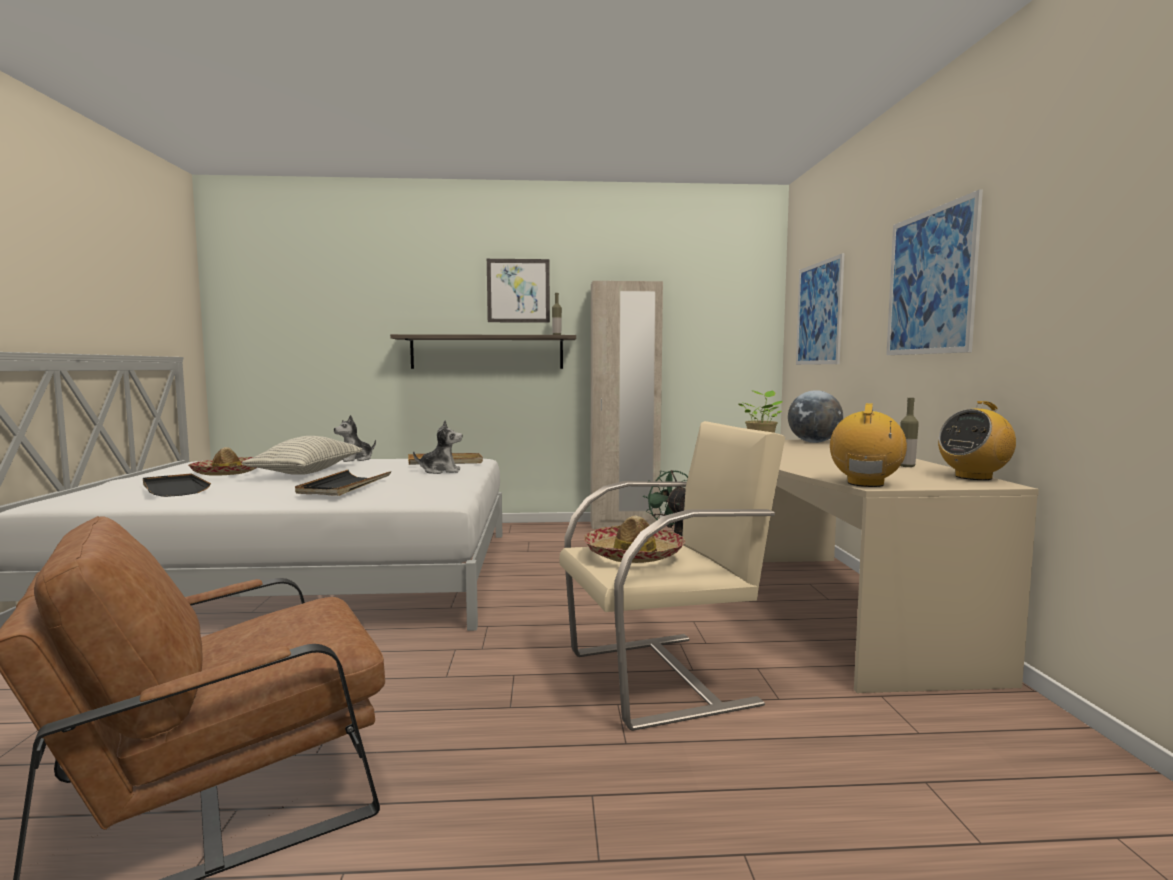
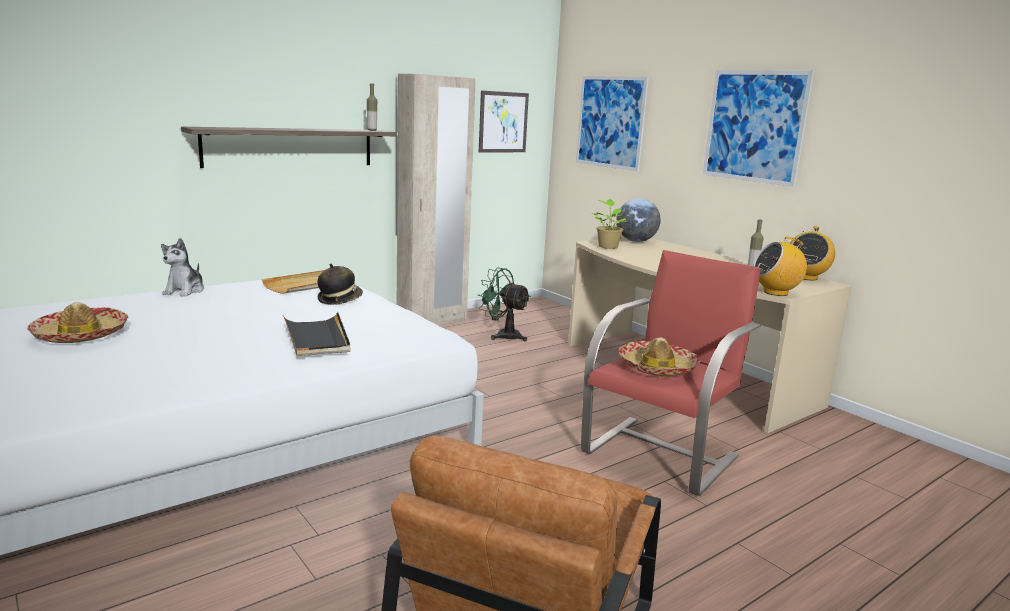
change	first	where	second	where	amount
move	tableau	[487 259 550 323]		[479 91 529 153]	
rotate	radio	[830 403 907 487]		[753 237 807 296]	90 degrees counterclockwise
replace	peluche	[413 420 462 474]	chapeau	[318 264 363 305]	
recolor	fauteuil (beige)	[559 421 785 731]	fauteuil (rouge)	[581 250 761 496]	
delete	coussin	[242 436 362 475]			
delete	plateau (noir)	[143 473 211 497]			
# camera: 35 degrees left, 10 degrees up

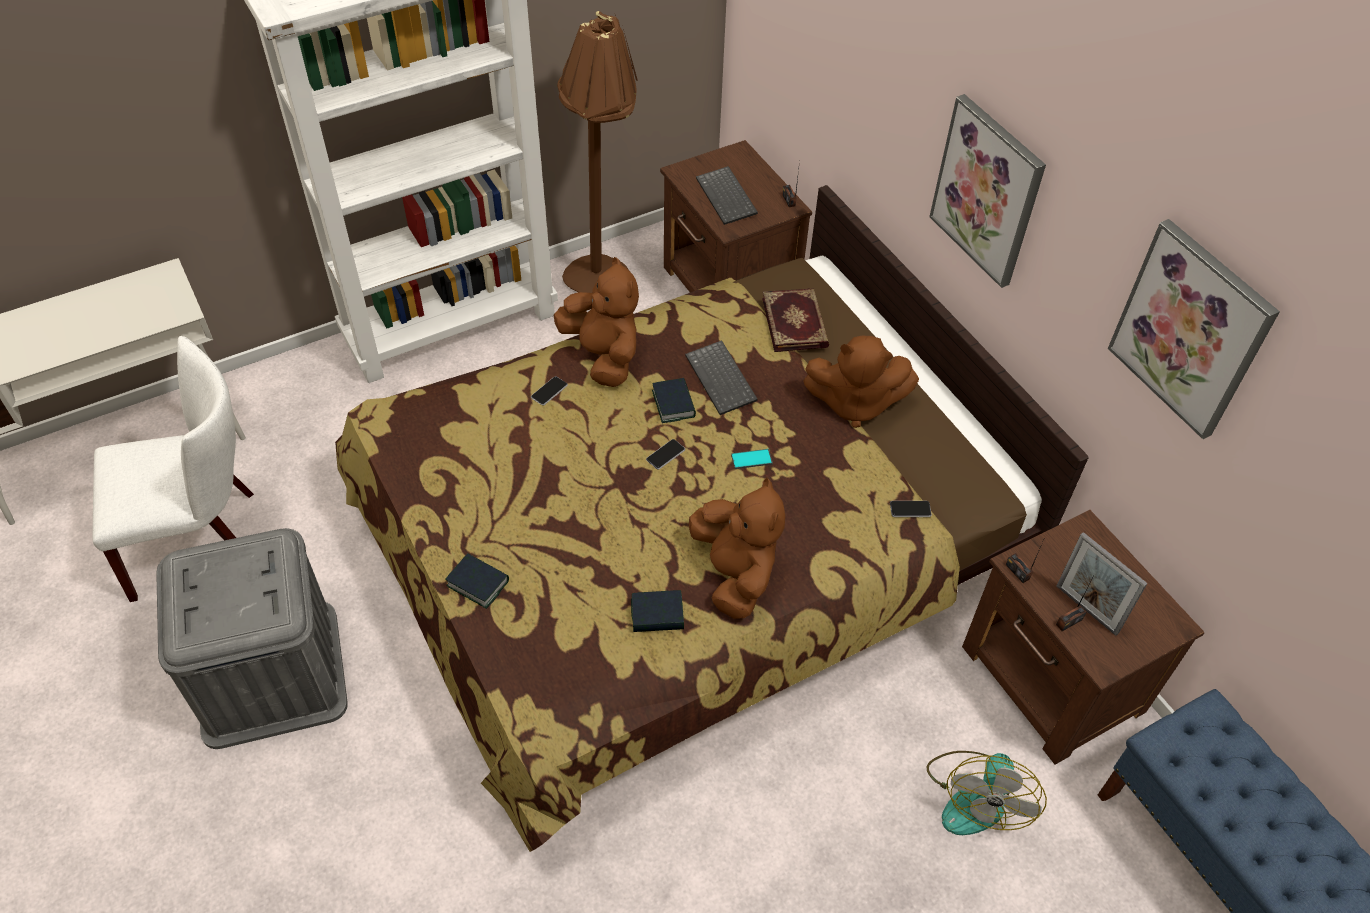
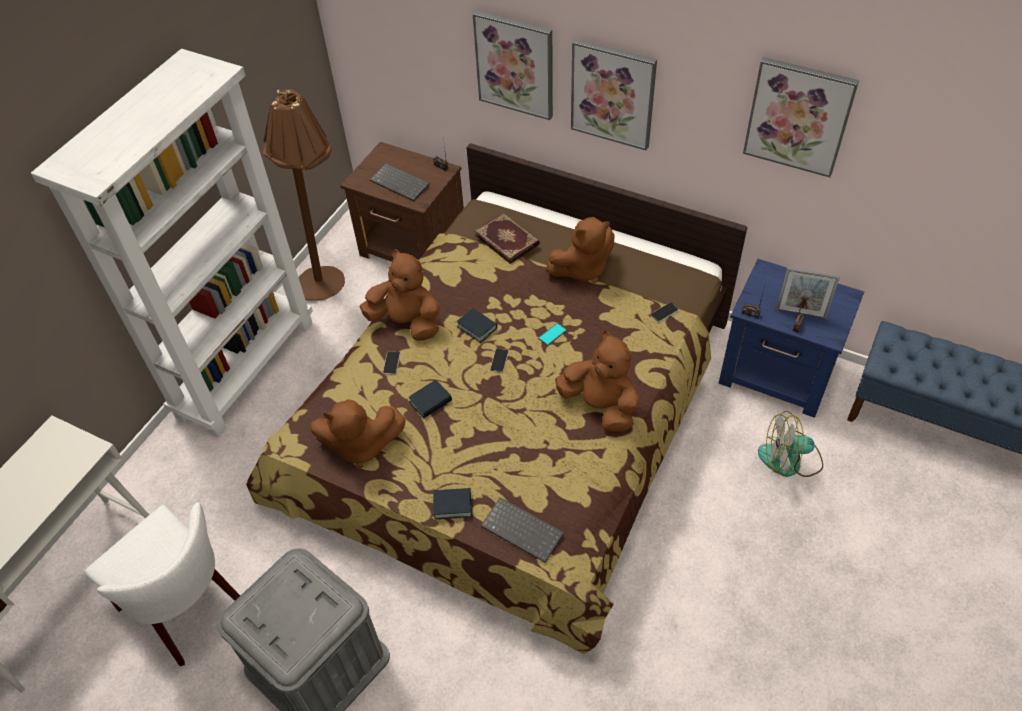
change	first	where	second	where	amount
rotate	chaise (blanc)	[93 336 254 602]		[85 502 240 666]	90 degrees clockwise
move	clavier	[685 340 758 415]		[481 497 564 563]	
recolor	table de chevet (marron)	[962 510 1205 765]	table de chevet (bleu)	[719 259 864 418]	
move	livre	[631 590 684 632]		[409 380 452 418]	
rotate	ventilateur	[927 751 1047 835]		[758 411 823 477]	105 degrees clockwise
insert			tableau	[473 11 553 120]	
insert			peluche (marron)	[310 399 406 468]	
# camera: 30 degrees left, 0 degrees up

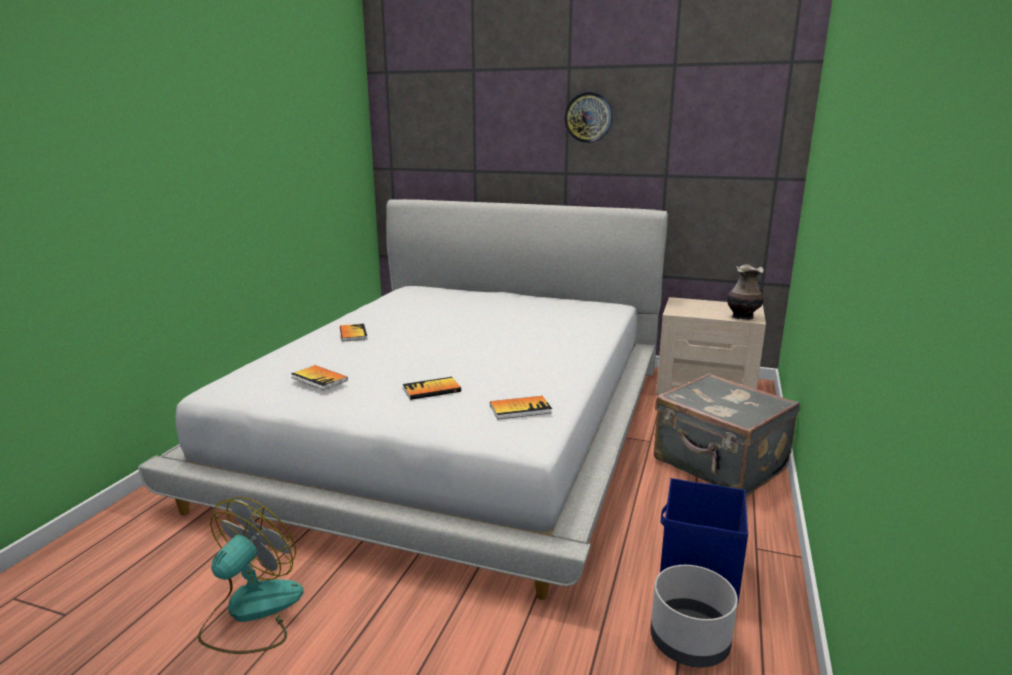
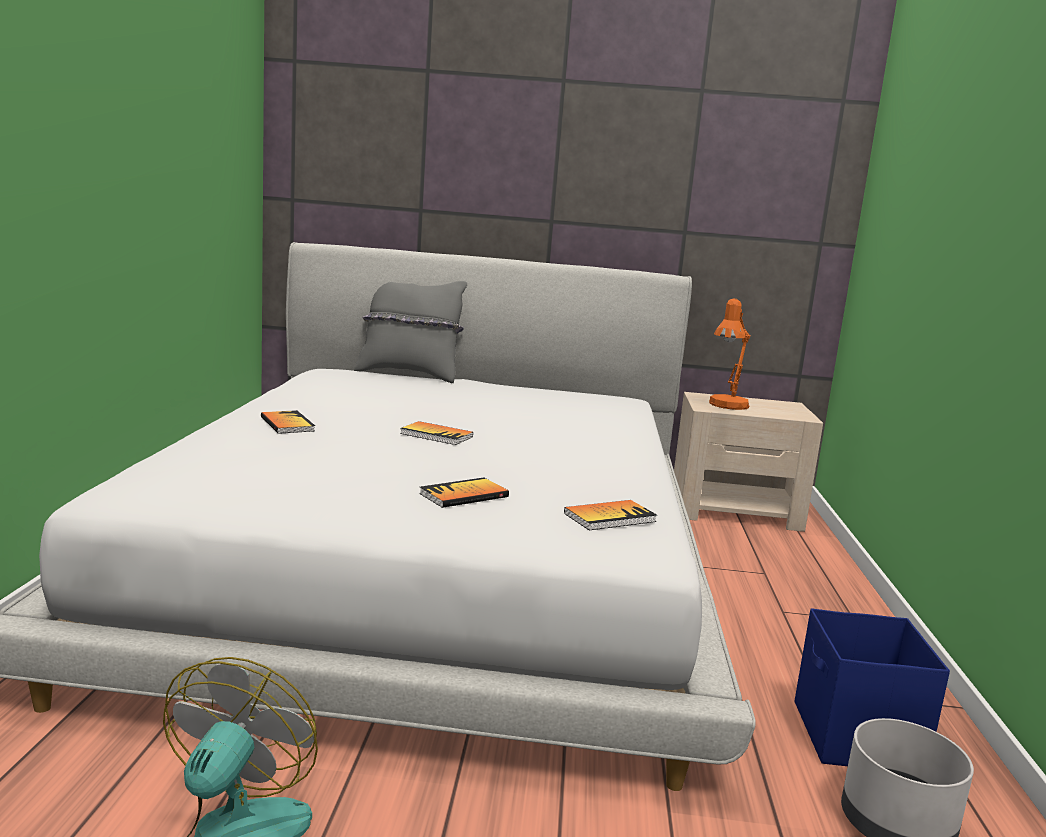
change	first	where	second	where	amount
delete	horloge murale	[564 92 613 143]			
delete	vase	[727 264 764 320]			
move	livre	[291 365 348 390]		[400 421 473 445]	
delete	valise (gris)	[654 373 800 497]			
insert			coussin (gris)	[354 281 467 383]	
insert			lampe de table (orange)	[709 298 750 410]	
# camera: 15 degrees left, 5 degrees down

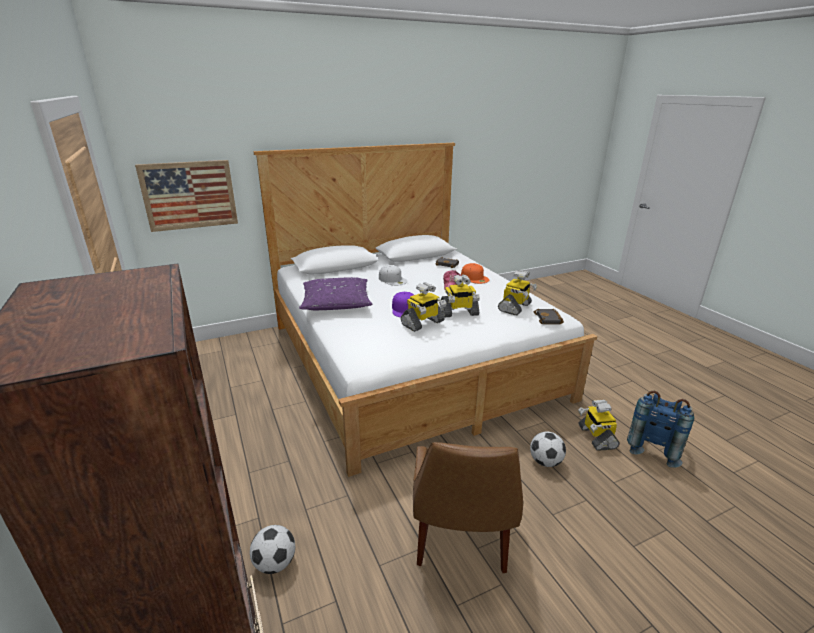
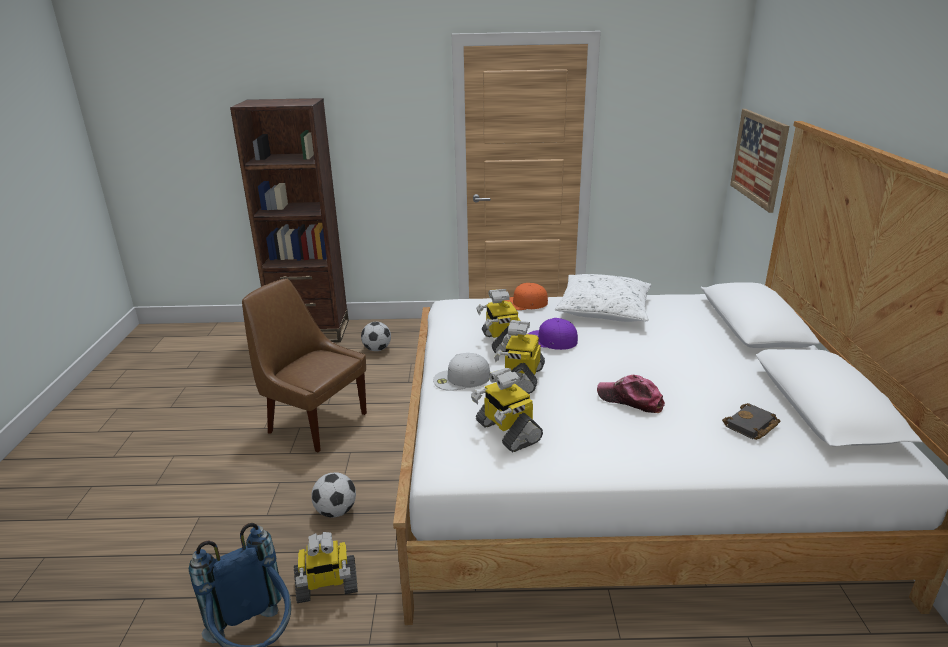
change	first	where	second	where	amount
move	casquette (orange)	[461 263 489 284]		[505 283 548 310]	
move	casquette (blanc)	[379 265 408 286]		[433 353 490 391]	
recolor	coussin (violet)	[299 277 372 310]	coussin (blanc)	[555 274 651 322]	
delete	livre (noir)	[533 309 564 325]			
rotate	robot jouet	[578 400 620 451]		[294 532 358 603]	150 degrees clockwise
# camera: 115 degrees right, 0 degrees up

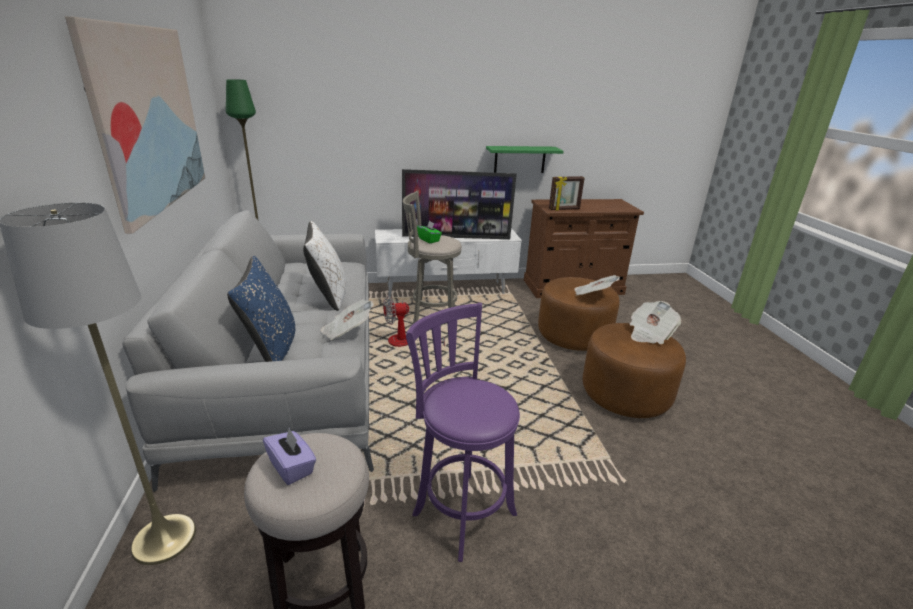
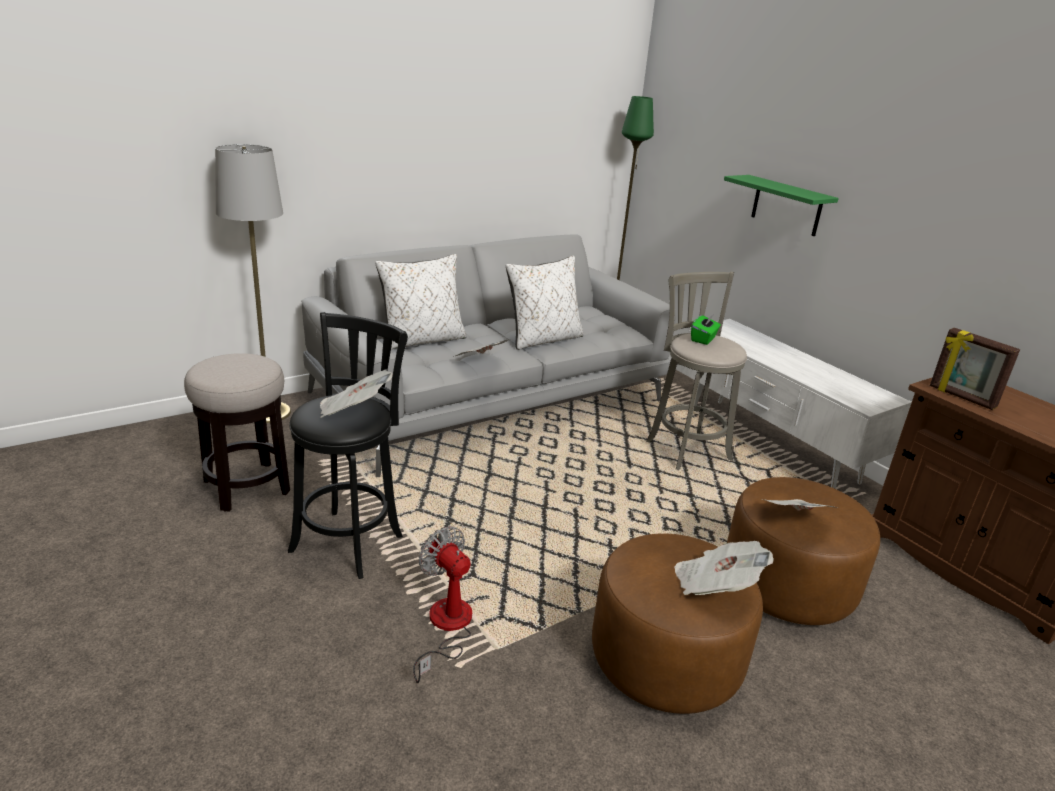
change	first	where	second	where	amount
delete	tableau	[65 16 205 234]			
move	étagère (vert)	[486 146 564 173]		[724 175 839 236]	
delete	téléviseur	[402 169 517 239]			
recolor	coussin (bleu)	[227 256 295 362]	coussin (blanc)	[375 254 466 349]	
move	ventilateur	[383 296 445 355]		[413 526 472 683]	
recolor	tabouret (violet)	[406 303 520 562]	tabouret (noir)	[288 312 408 579]	
delete	boîte à mouchoirs (violet)	[263 428 316 485]			
insert			journal	[320 369 393 418]	
# camera: 65 degrees right, 0 degrees up

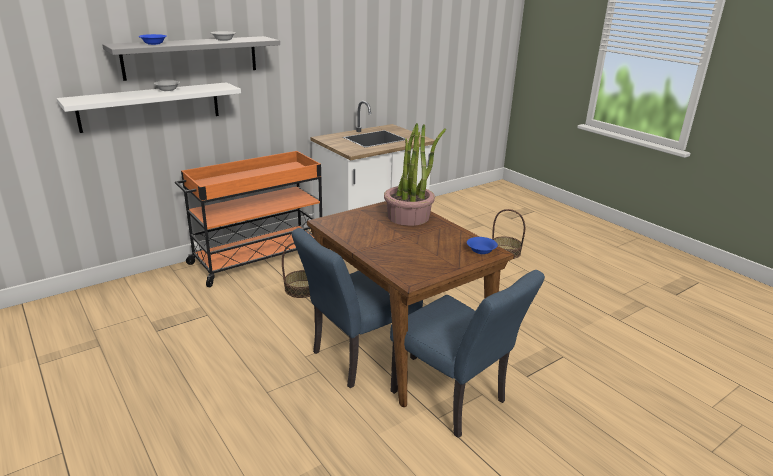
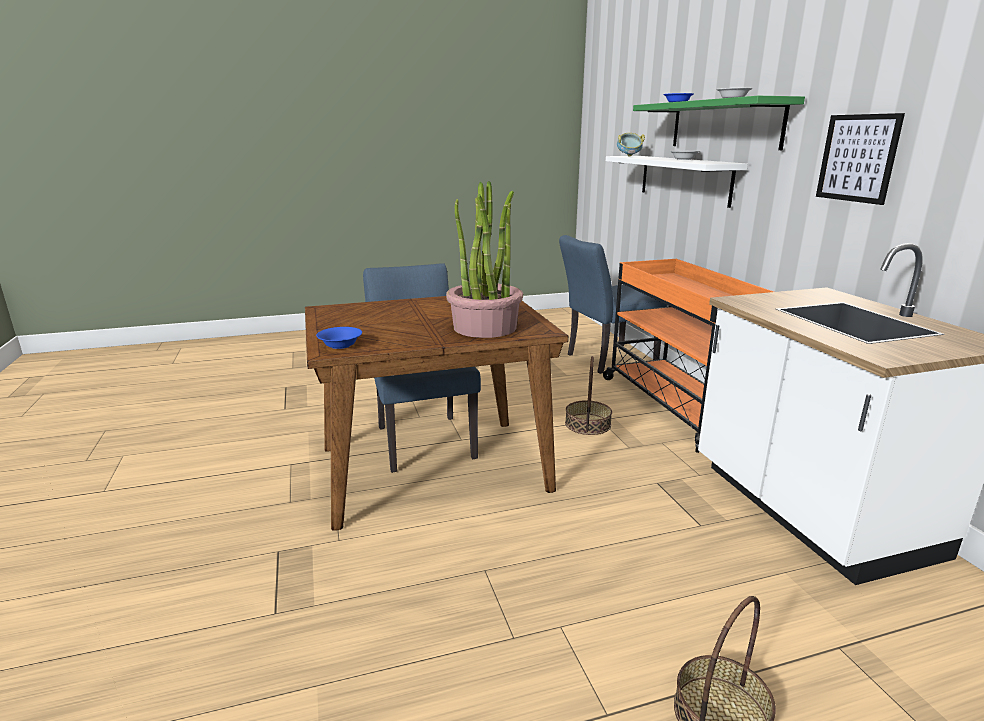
change	first	where	second	where	amount
recolor	étagère (gris)	[102 36 280 81]	étagère (vert)	[633 96 805 150]	
move	chaise (bleu)	[390 270 545 438]		[559 235 667 374]	
insert			tableau	[816 113 905 205]	
insert			bol	[617 133 645 157]	
# camera: 110 degrees right, 5 degrees down

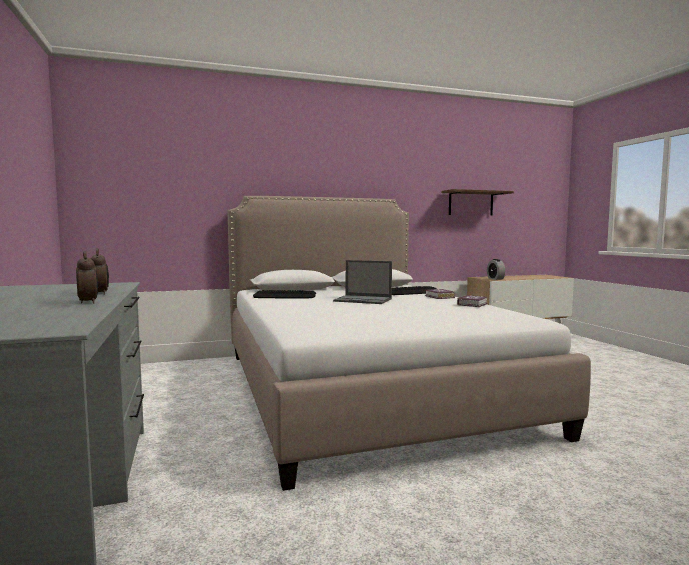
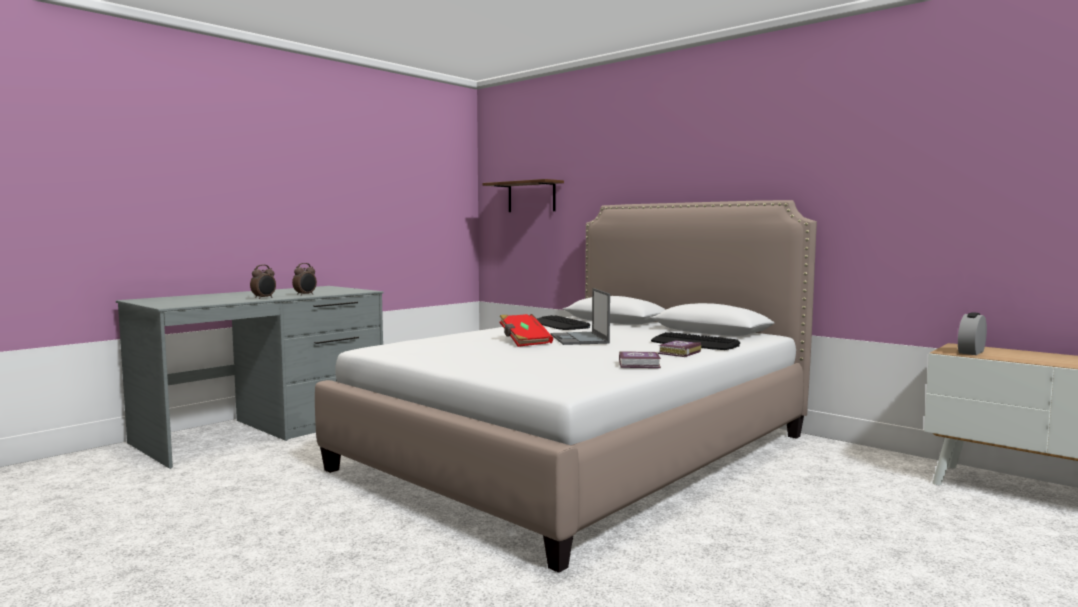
change	first	where	second	where	amount
move	étagère (marron)	[441 189 514 216]		[483 179 564 212]	
insert			livre (rouge)	[500 314 553 347]	
# camera: 60 degrees right, 0 degrees up

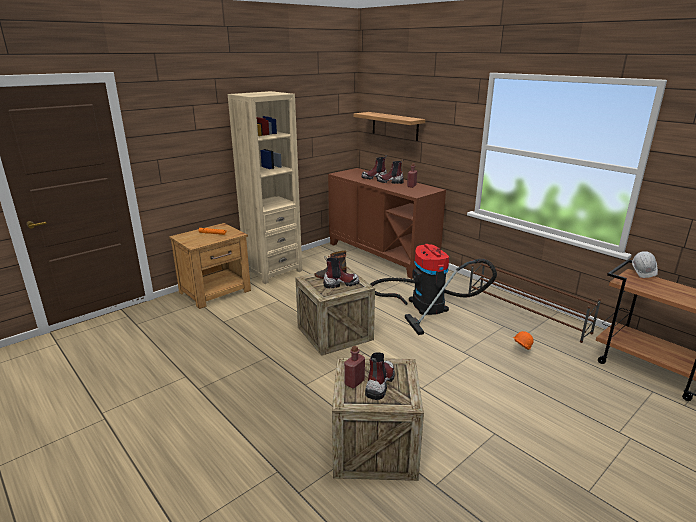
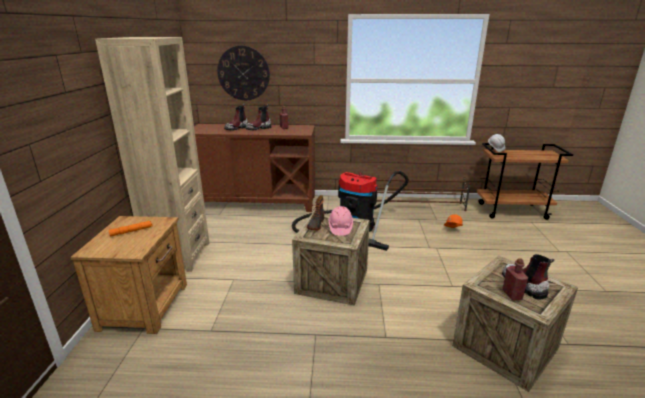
change	first	where	second	where	amount
replace	étagère	[354 112 425 141]	horloge murale	[217 45 270 100]	
replace	botte	[323 256 359 289]	casque de chantier (rose)	[329 206 353 236]	
# camera: 45 degrees left, 0 degrees up

